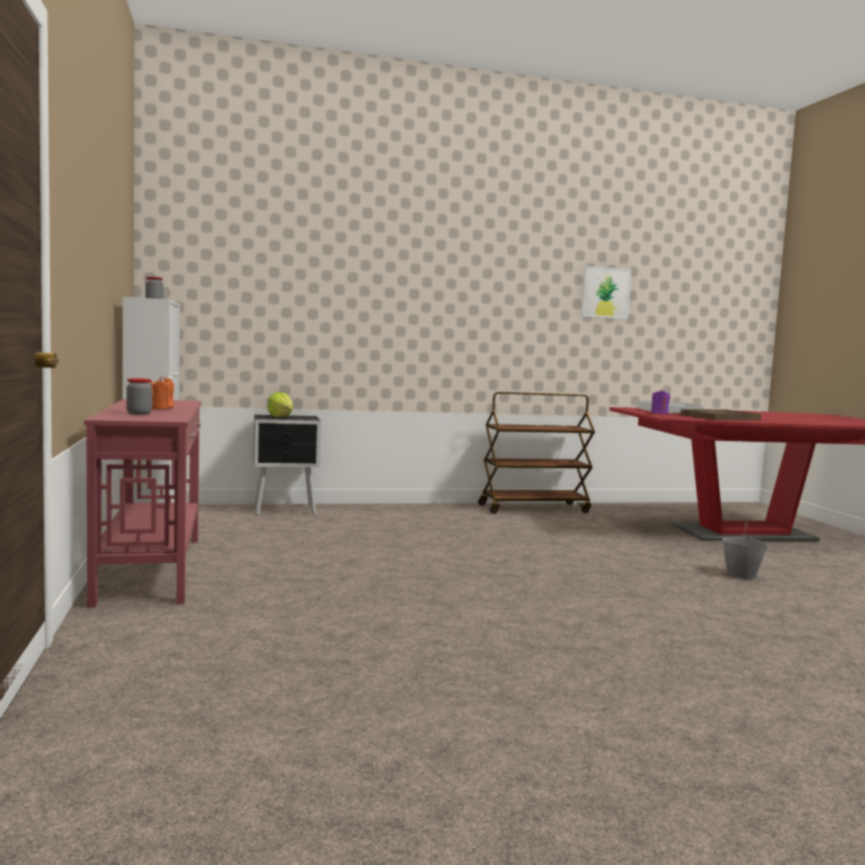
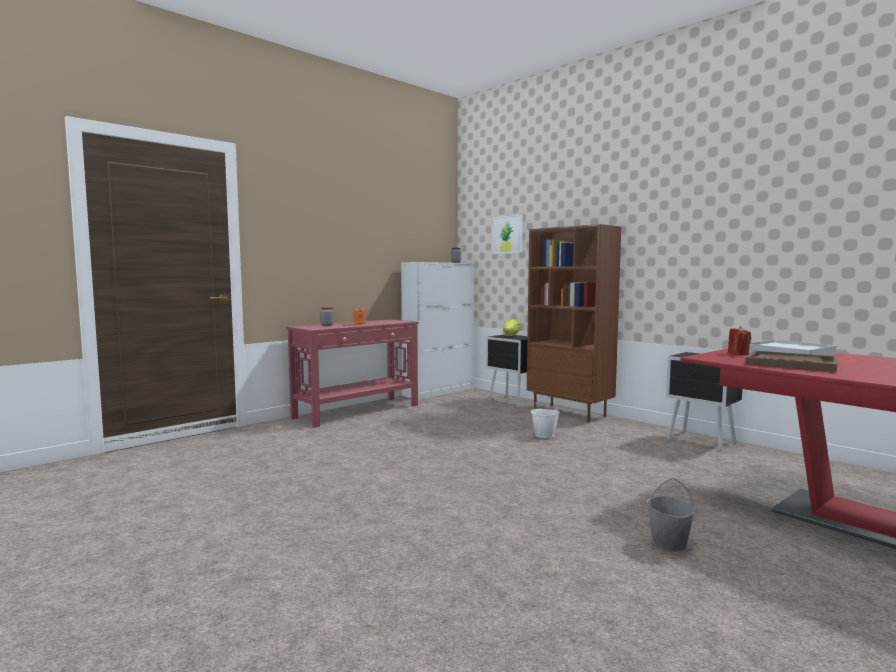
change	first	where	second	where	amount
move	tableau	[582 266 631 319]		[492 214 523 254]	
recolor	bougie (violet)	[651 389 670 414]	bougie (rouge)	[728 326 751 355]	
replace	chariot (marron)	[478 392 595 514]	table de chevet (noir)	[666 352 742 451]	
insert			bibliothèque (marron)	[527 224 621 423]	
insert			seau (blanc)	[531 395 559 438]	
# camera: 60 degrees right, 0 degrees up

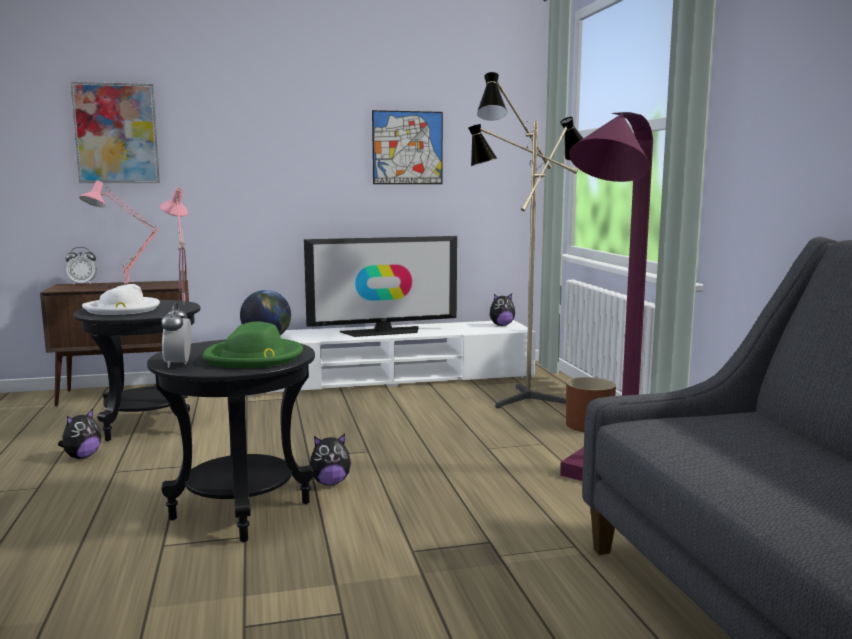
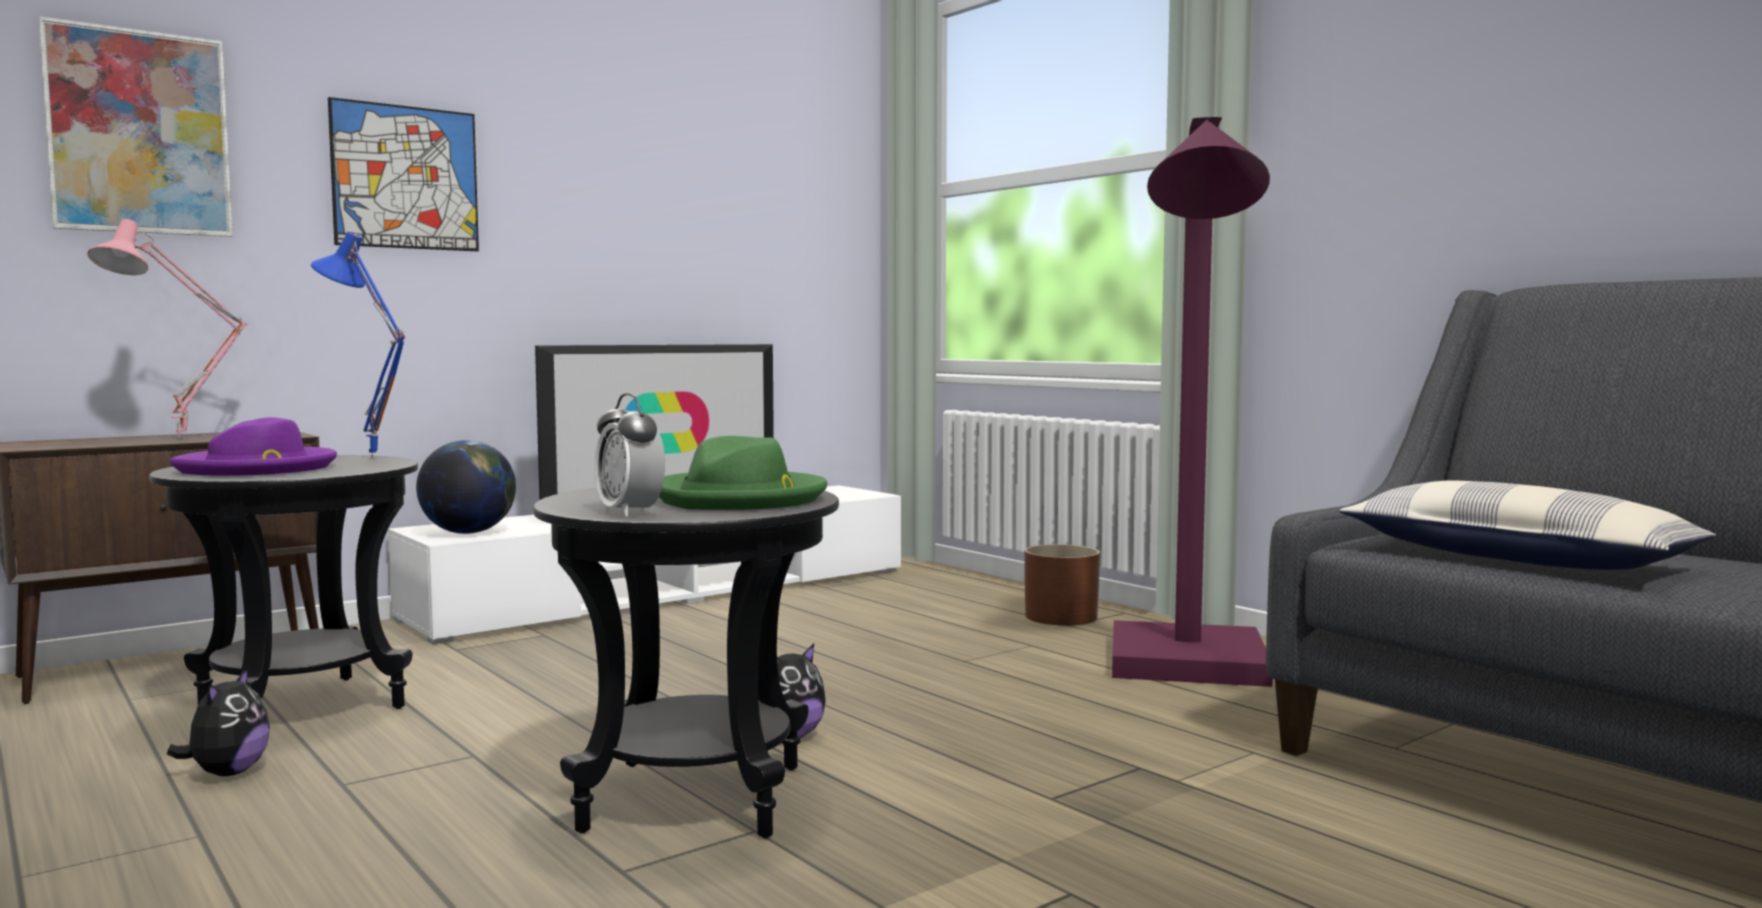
change	first	where	second	where	amount
delete	lampadaire	[468 72 583 408]			
move	tableau	[372 110 443 184]		[328 97 479 251]	
recolor	lampe de table (rose)	[160 188 188 305]	lampe de table (bleu)	[311 231 405 459]	
delete	réveil	[65 247 97 285]			
recolor	chapeau (blanc)	[82 284 160 315]	chapeau (violet)	[170 417 337 476]	
delete	peluche	[490 293 515 326]			
insert			coussin	[1339 481 1716 570]	
# camera: 25 degrees left, 5 degrees down

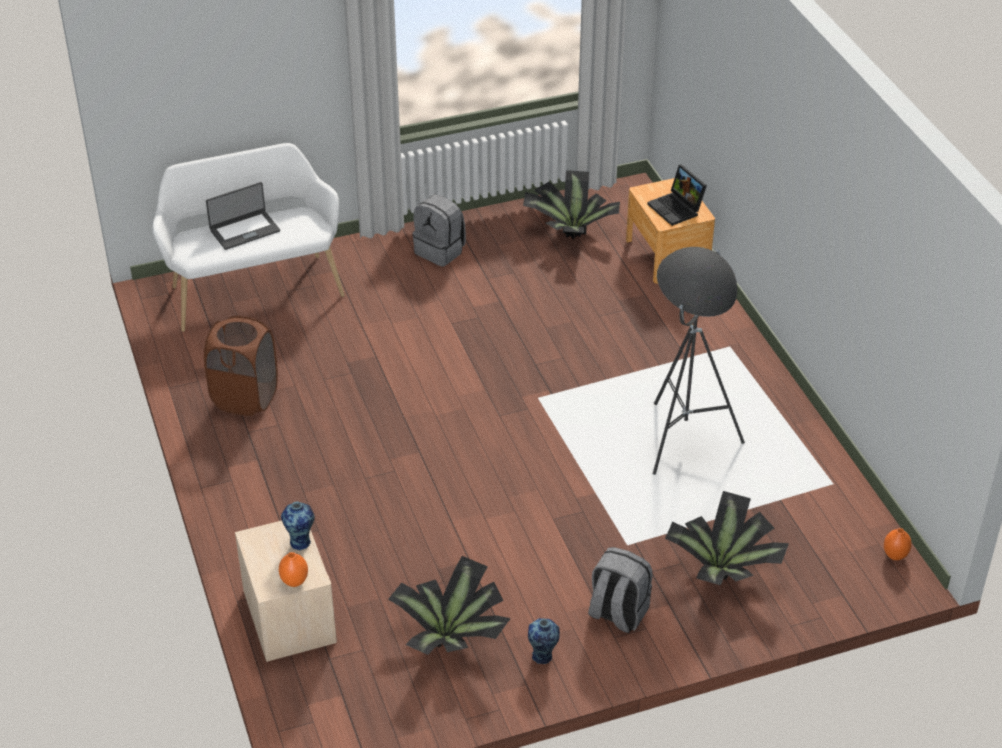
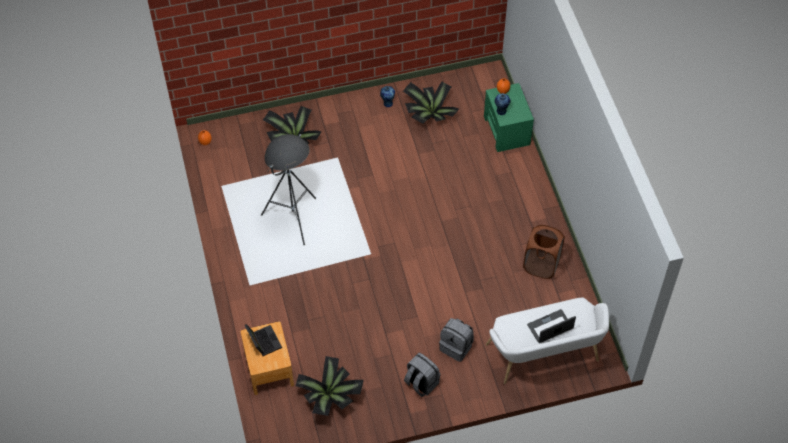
change	first	where	second	where	amount
recolor	table de chevet (beige)	[235 521 337 662]	table de chevet (vert)	[484 83 534 152]	
move	sac à dos (gris)	[588 547 652 633]		[439 318 474 362]	
# camera: 175 degrees left, 15 degrees up

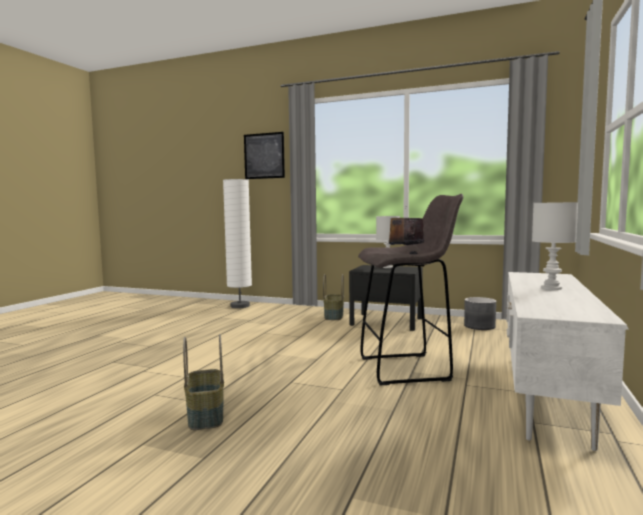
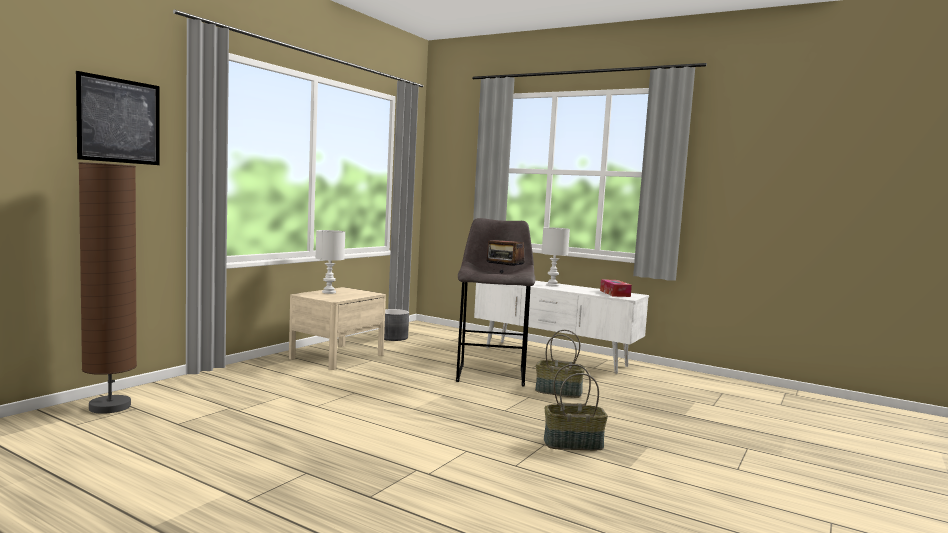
change	first	where	second	where	amount
recolor	lampadaire (blanc)	[223 179 252 308]	lampadaire (marron)	[78 162 137 414]	
recolor	table de chevet (noir)	[349 265 423 331]	table de chevet (beige)	[289 287 386 370]	
move	panier	[323 274 344 320]		[535 330 585 398]	
insert			boîte à mouchoirs	[600 279 632 297]	
# camera: 80 degrees left, 0 degrees up

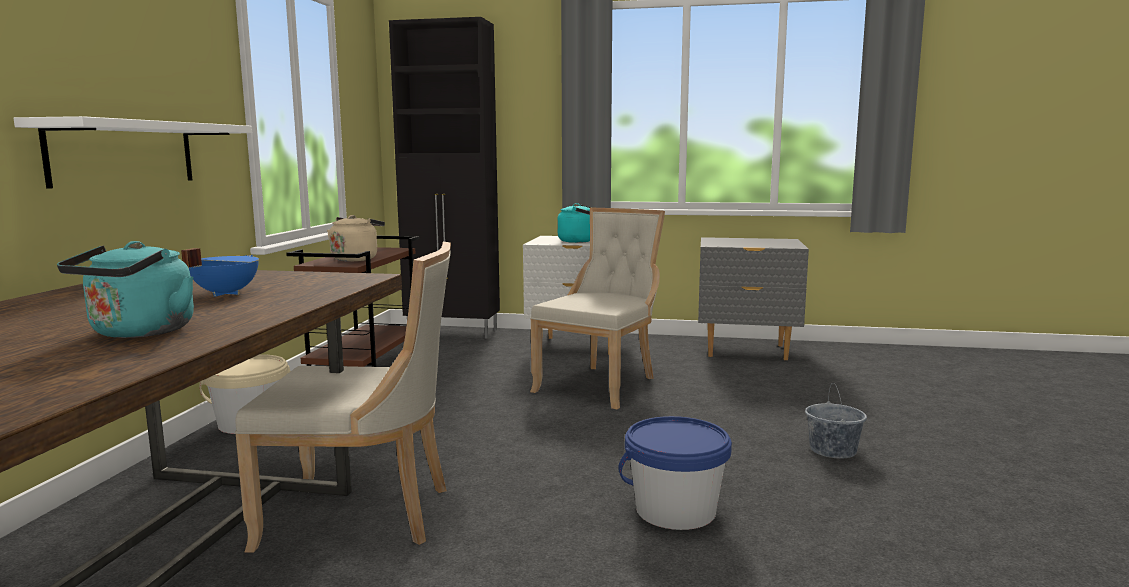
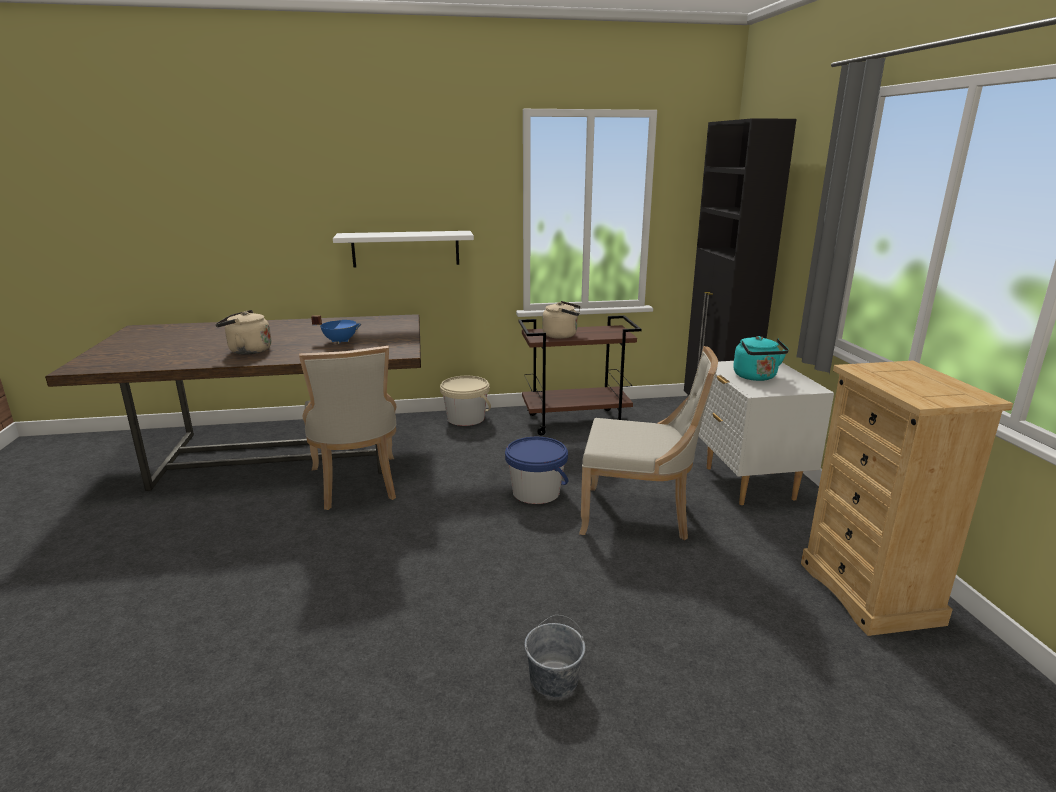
change	first	where	second	where	amount
replace	table de chevet (gris)	[698 237 809 360]	commode (beige)	[801 361 1013 636]	
recolor	bouilloire (turquoise)	[57 241 194 338]	bouilloire (beige)	[216 310 272 355]	
move	seau (bleu)	[618 416 732 530]		[505 437 569 504]	
# camera: 70 degrees right, 10 degrees up

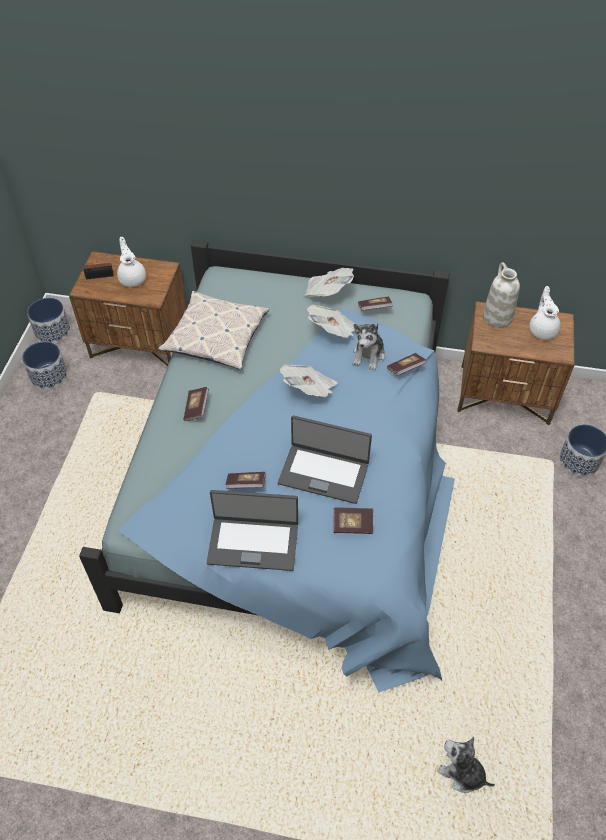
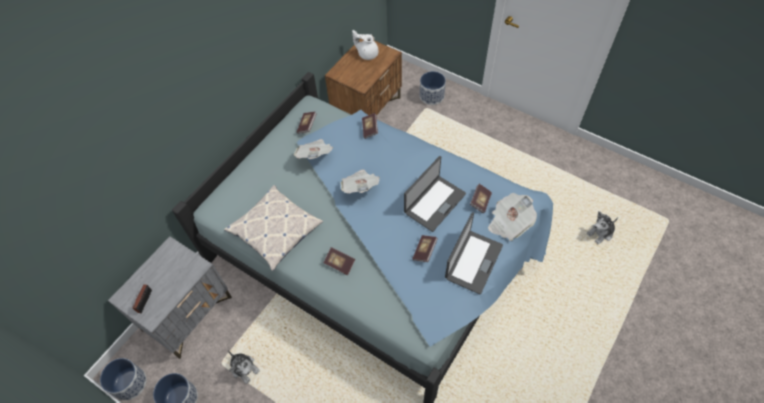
change	first	where	second	where	amount
delete	théière (blanc)	[117 237 146 287]			
recolor	table de chevet (marron)	[69 251 187 366]	table de chevet (gris)	[108 236 232 359]	
delete	vase (blanc)	[483 262 520 328]			
move	journal	[304 268 354 297]		[488 193 537 241]	
move	peluche	[353 324 385 371]		[228 350 260 384]	
# camera: 65 degrees left, 5 degrees up

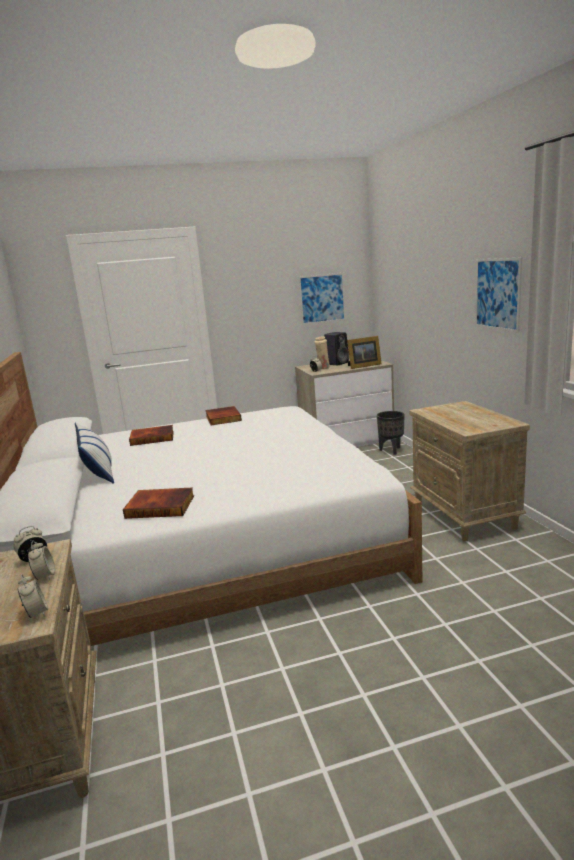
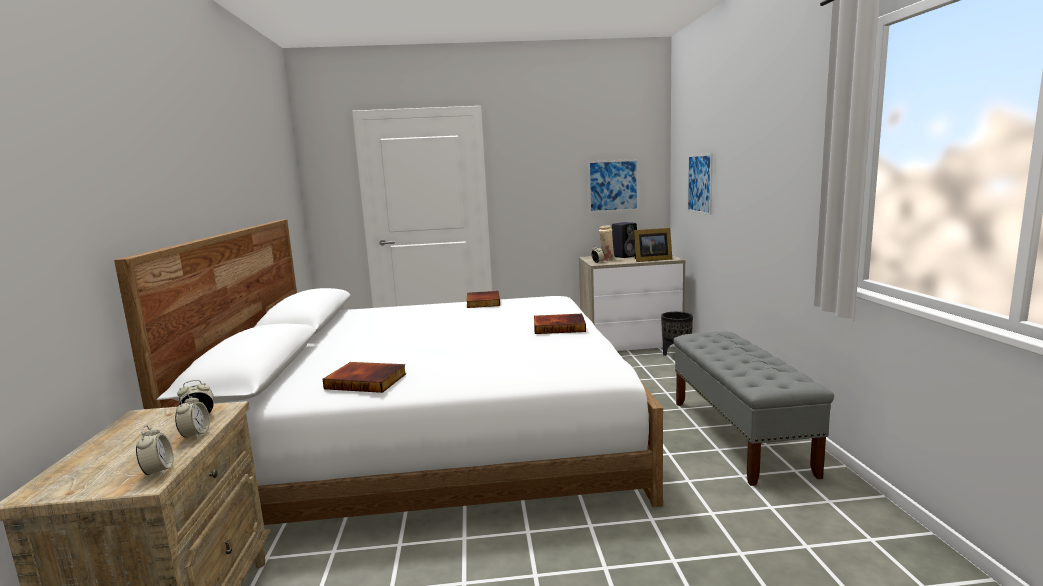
change	first	where	second	where	amount
move	tableau	[475 257 522 332]		[687 153 713 215]	
replace	table de chevet (beige)	[409 401 530 542]	banc (gris)	[673 332 834 486]	
delete	coussin	[75 423 114 484]			
move	livre	[129 425 174 446]		[534 314 586 334]	
# camera: 10 degrees right, 5 degrees down

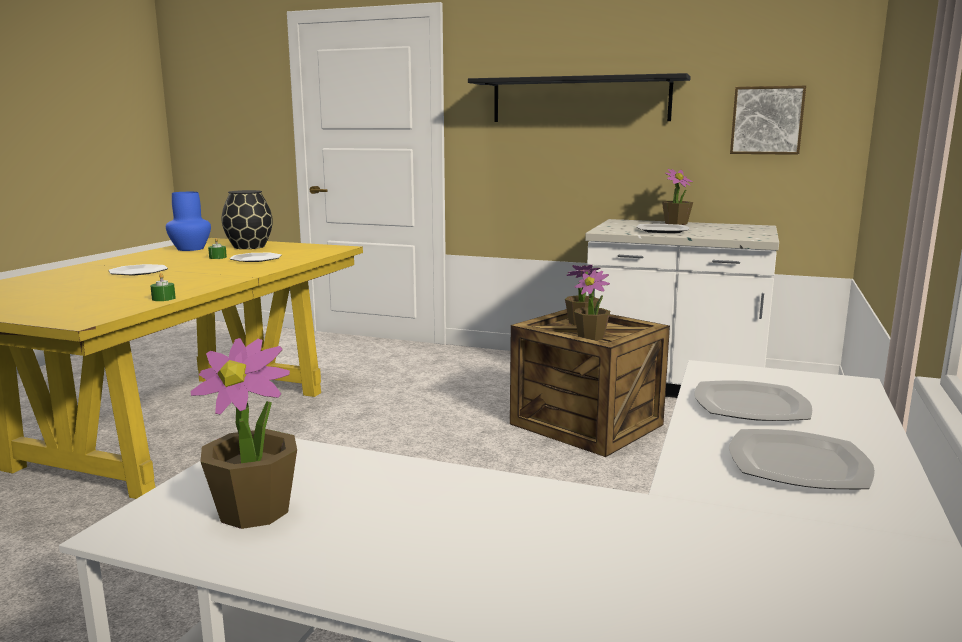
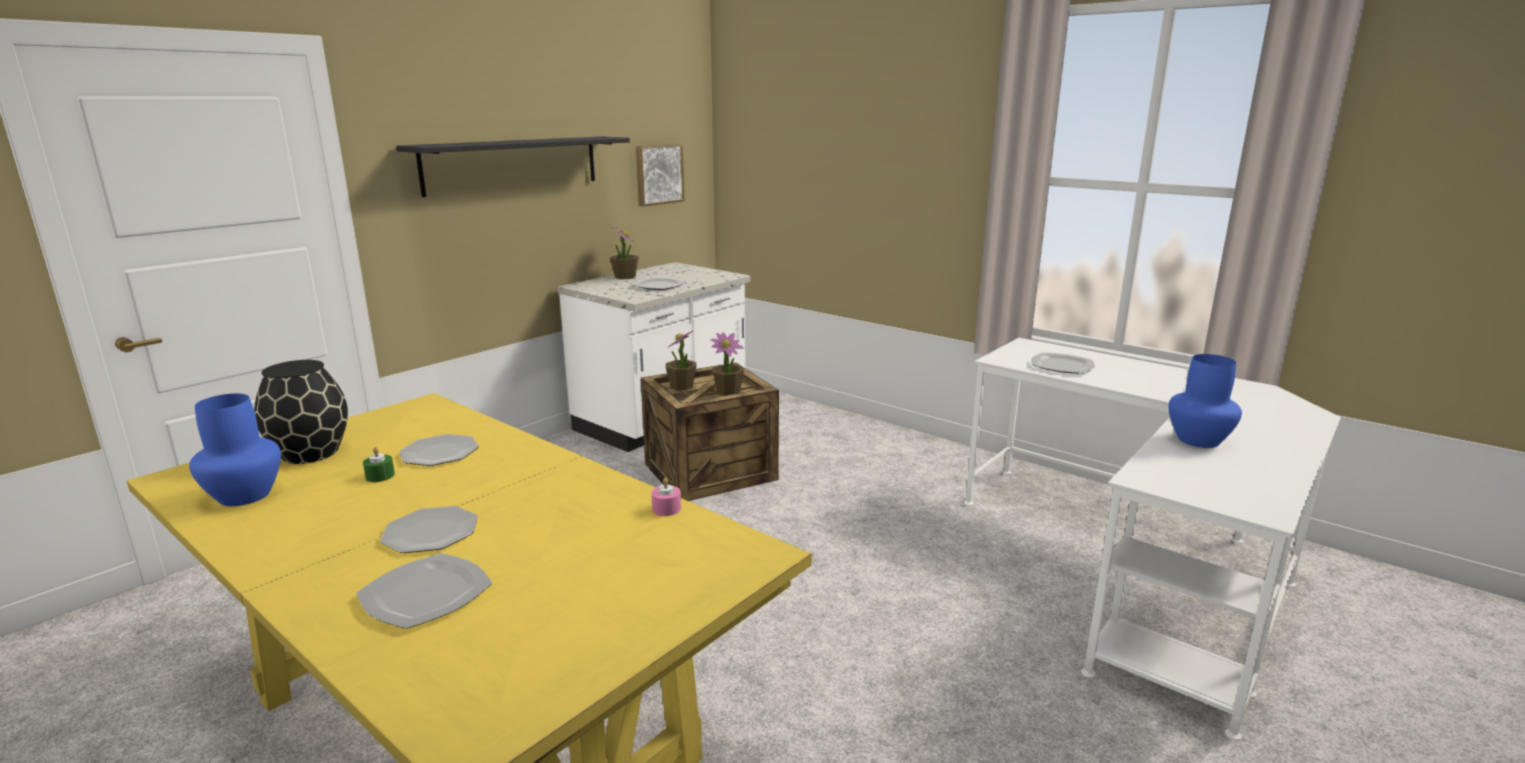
change	first	where	second	where	amount
recolor	bougie (vert)	[150 273 176 301]	bougie (rose)	[651 478 681 516]	
delete	plante en pot	[191 338 297 529]			
move	assiette	[729 429 875 489]		[356 553 492 629]	
insert			vase (bleu)	[1168 354 1242 448]	
# camera: 70 degrees left, 5 degrees up

